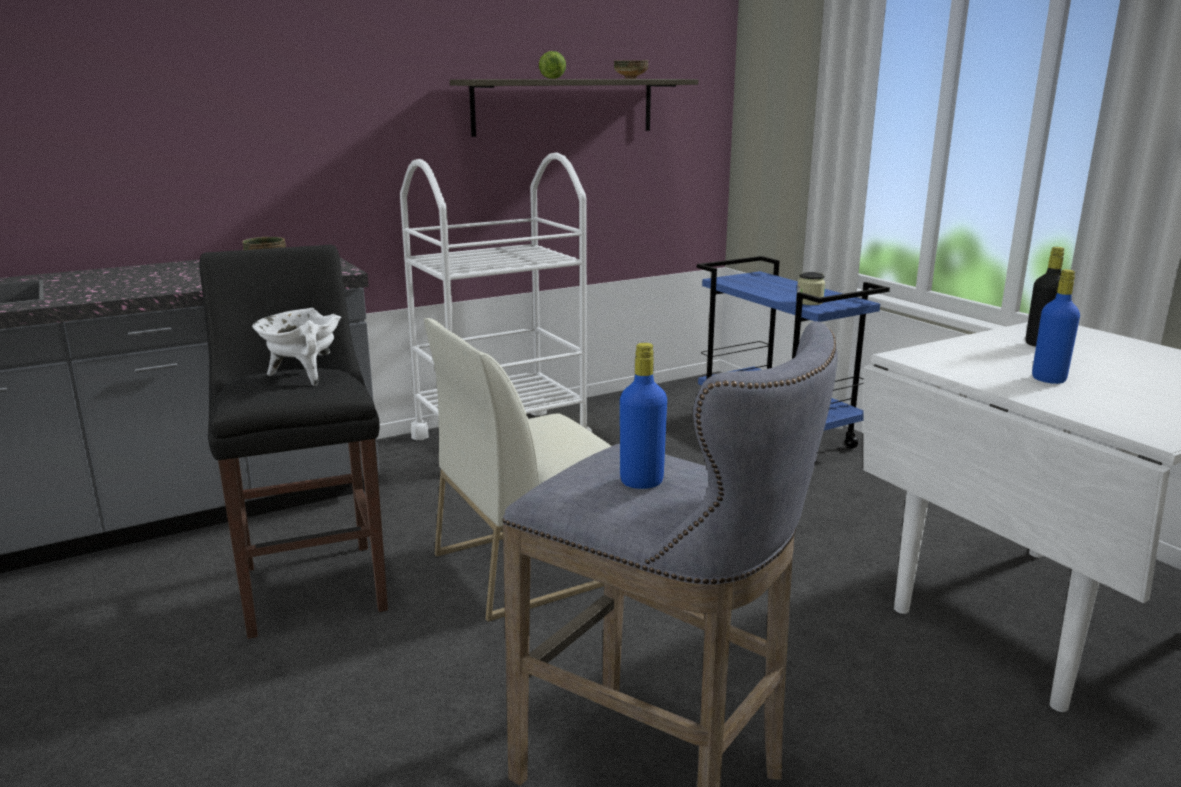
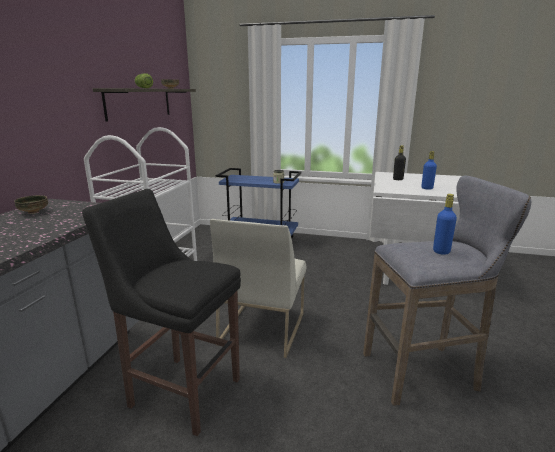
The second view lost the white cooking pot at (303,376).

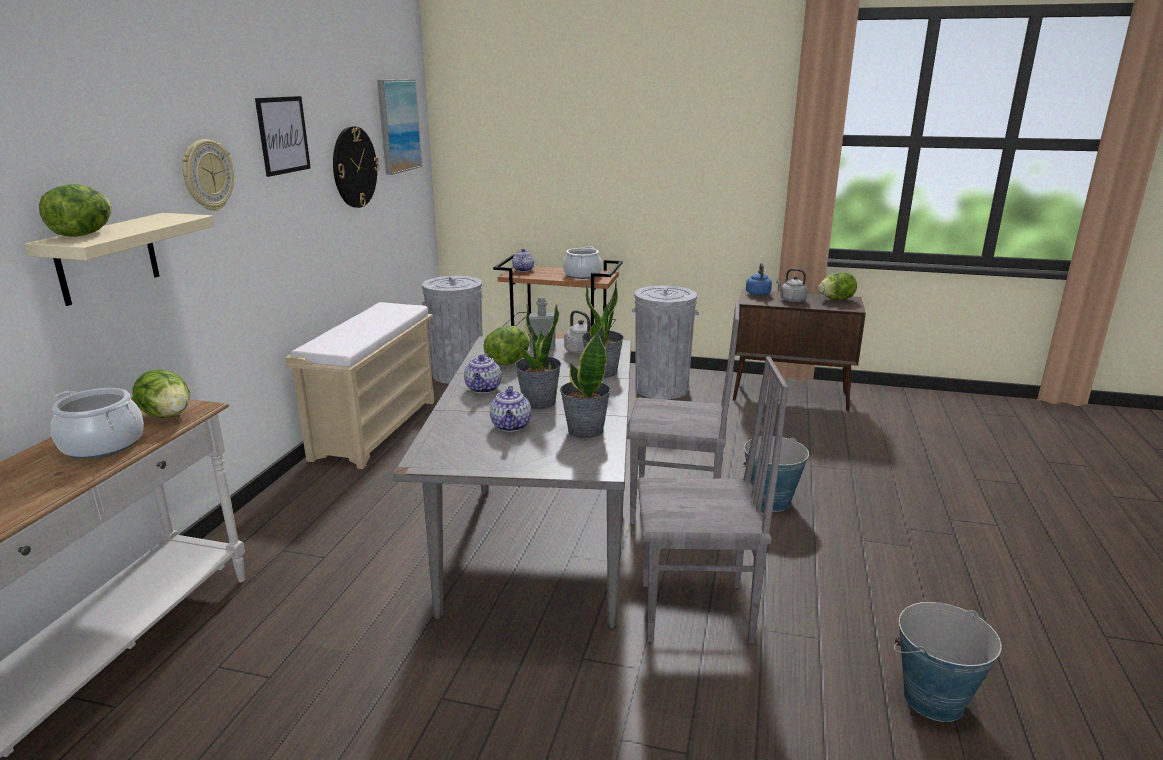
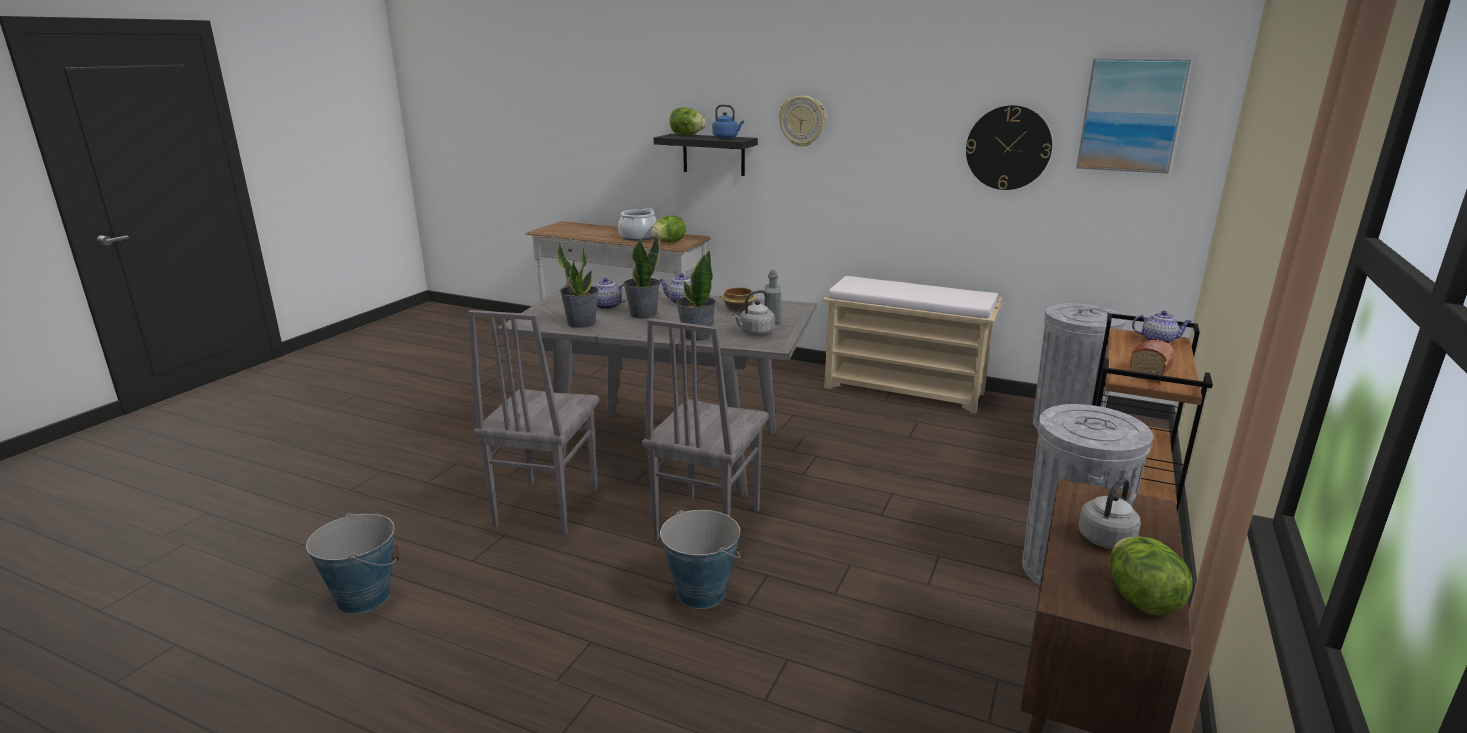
The second view lost the picture at (283,135).
What was the beige shelf at (107,258) turned into the black shelf at (713,154).
Where the cooking pot stood at (582,275), the bread came to stand at (1150,371).
The blue kettle ended up elsewhere, having gone from (758,293) to (726,138).
Where the lettuce stood at (508,362), the bowl came to stand at (738,309).

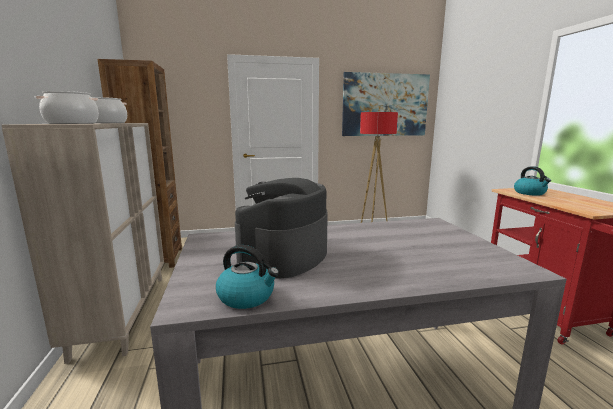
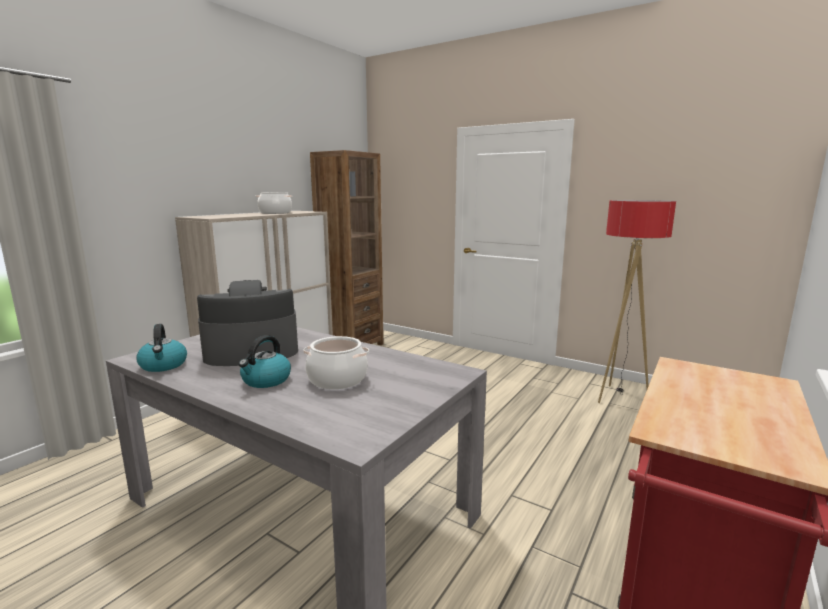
The second view lost the picture at (385,105).
The cooking pot ended up elsewhere, having gone from (72,123) to (337,379).
The kettle ended up elsewhere, having gone from (530,193) to (266,380).

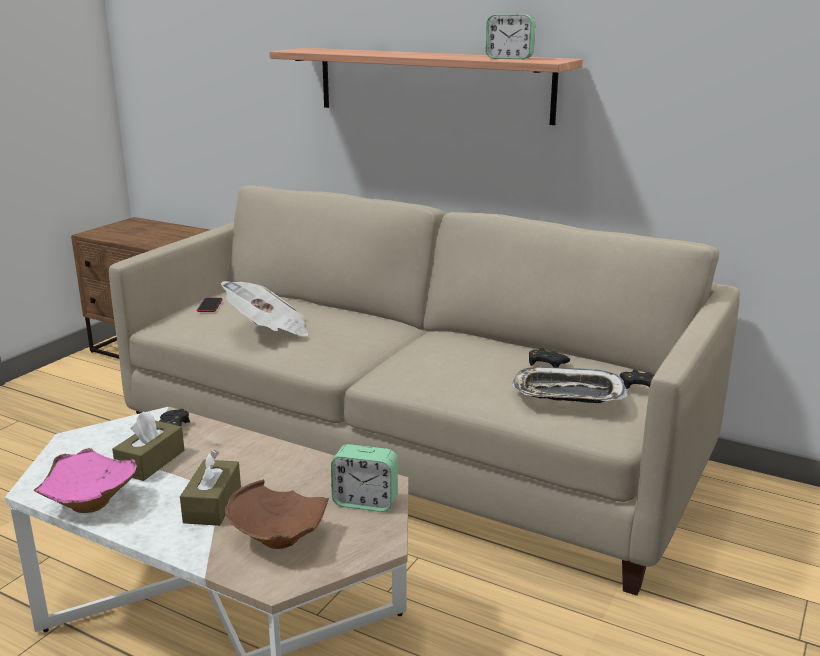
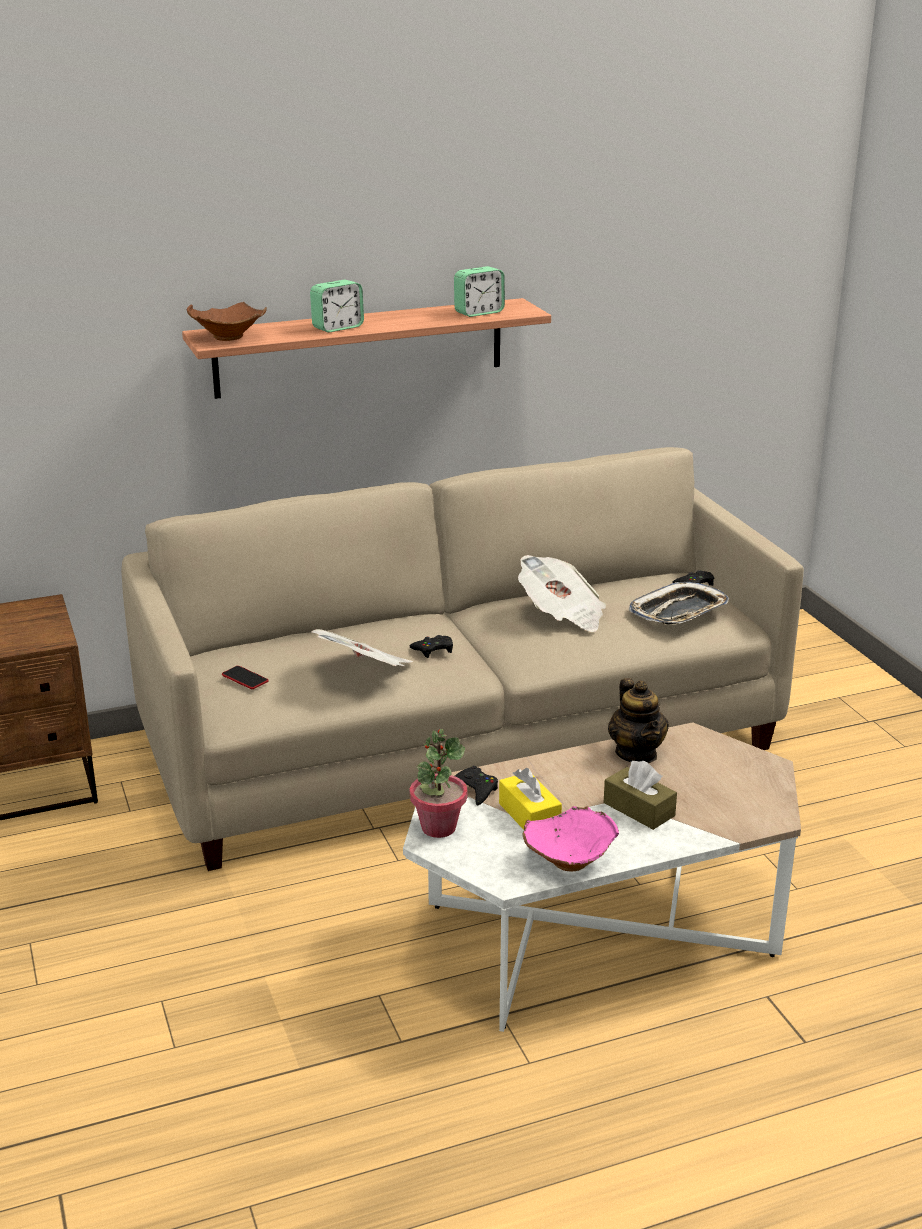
The black game controller ended up elsewhere, having gone from (546,363) to (433,650).
What was the brown tissue box at (151,462) turned into the yellow tissue box at (529,815).
The alarm clock ended up elsewhere, having gone from (365,502) to (337,328).
The brown bowl ended up elsewhere, having gone from (277,540) to (228,338).
The second view gained the newspaper at (562,615).
The second view gained the teapot at (636,753).
The second view gained the potted plant at (438,827).

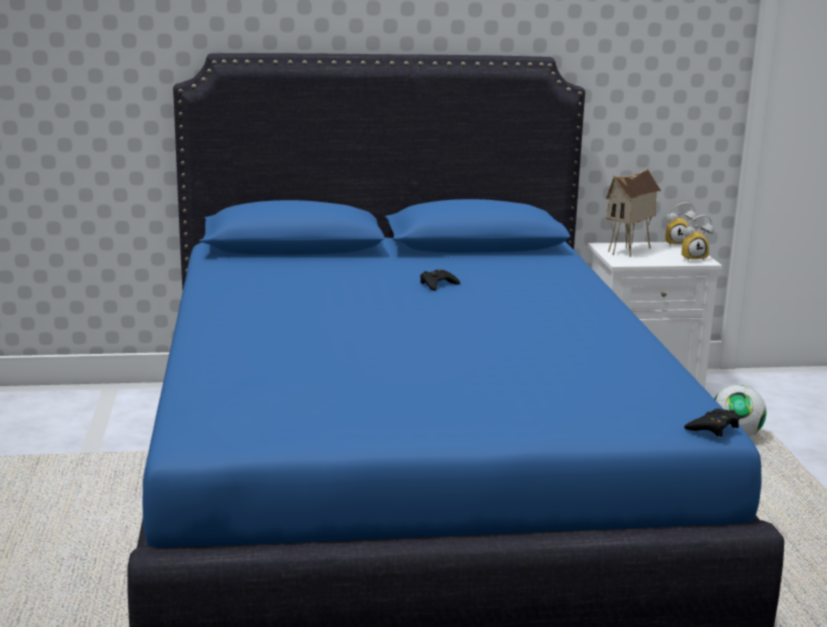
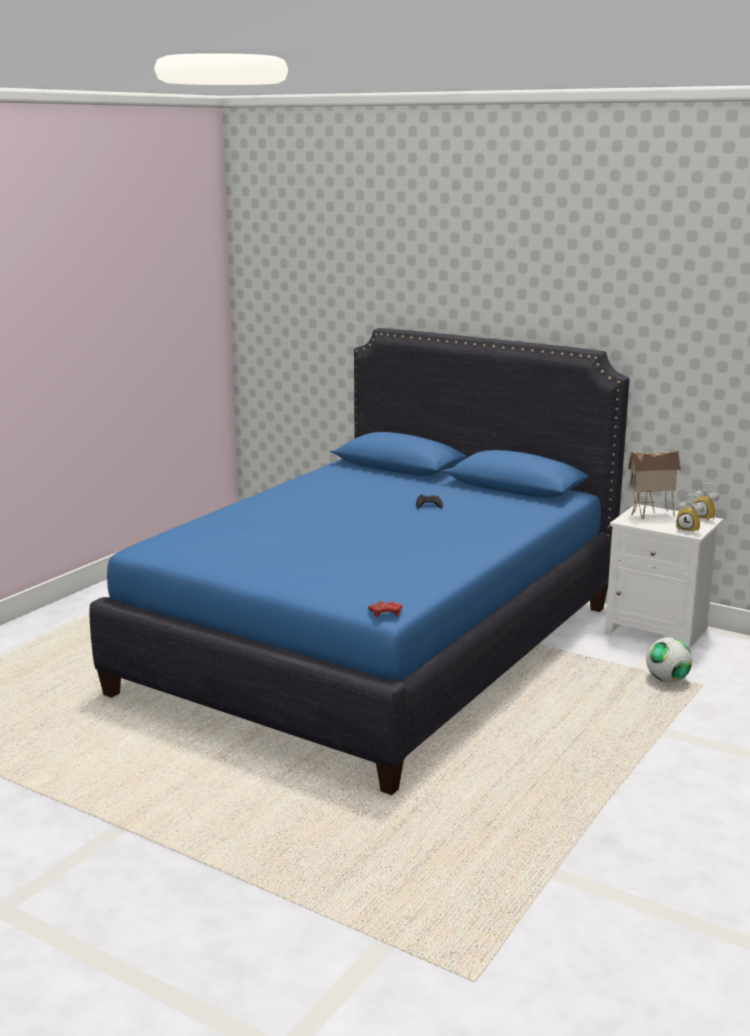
What was the black game controller at (713,428) turned into the red game controller at (385,613).

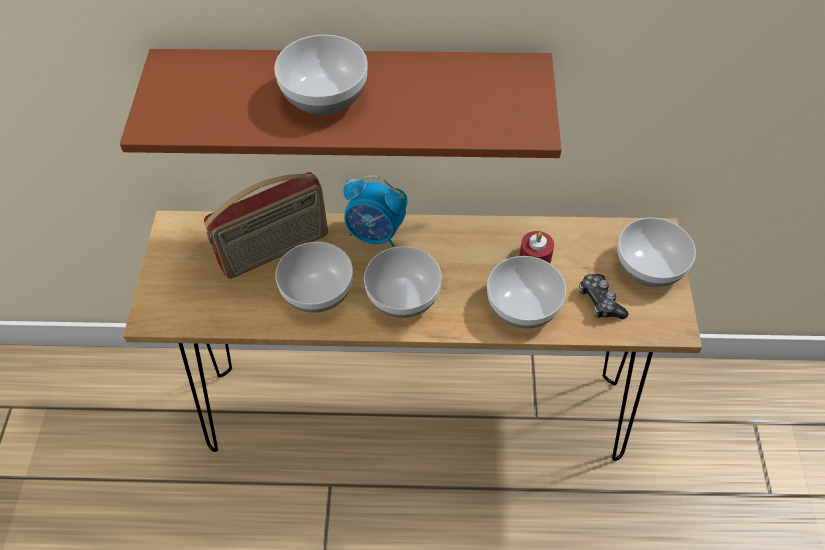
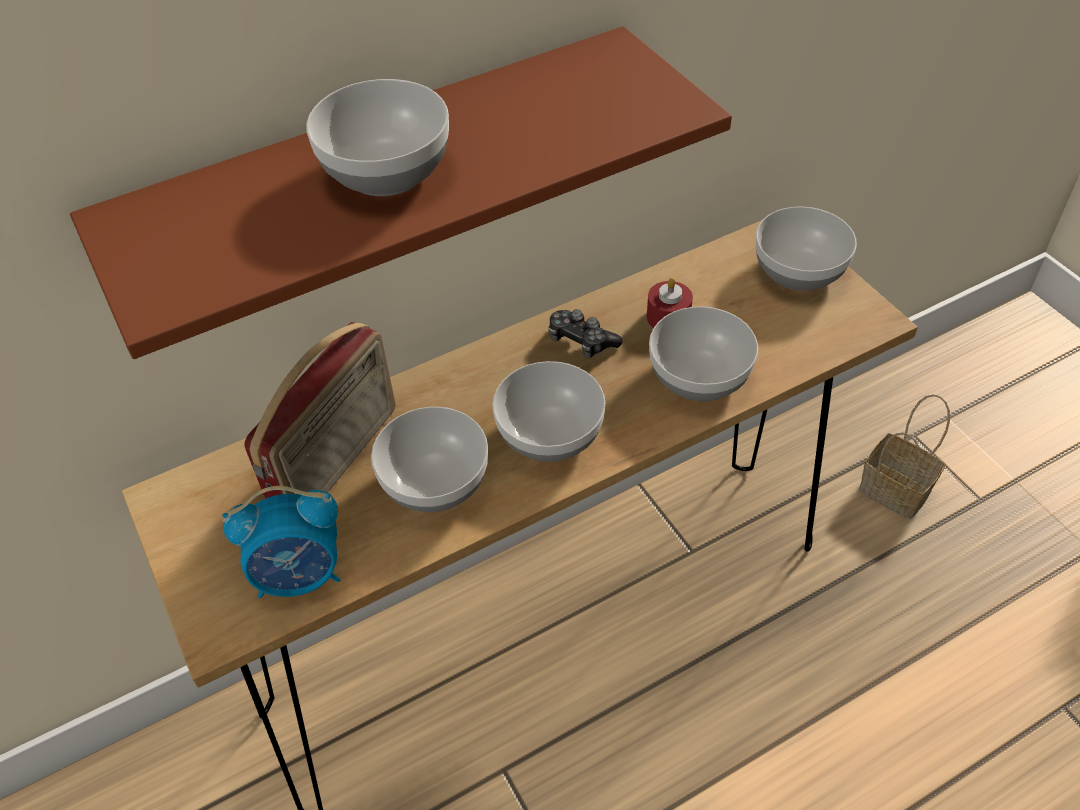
The alarm clock ended up elsewhere, having gone from (376,234) to (300,575).
The game controller ended up elsewhere, having gone from (600,301) to (581,341).
The second view gained the basket at (897,491).

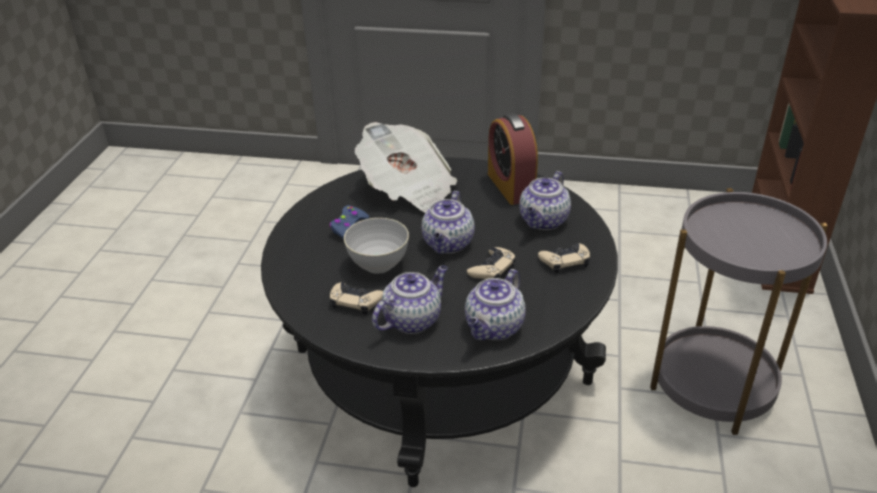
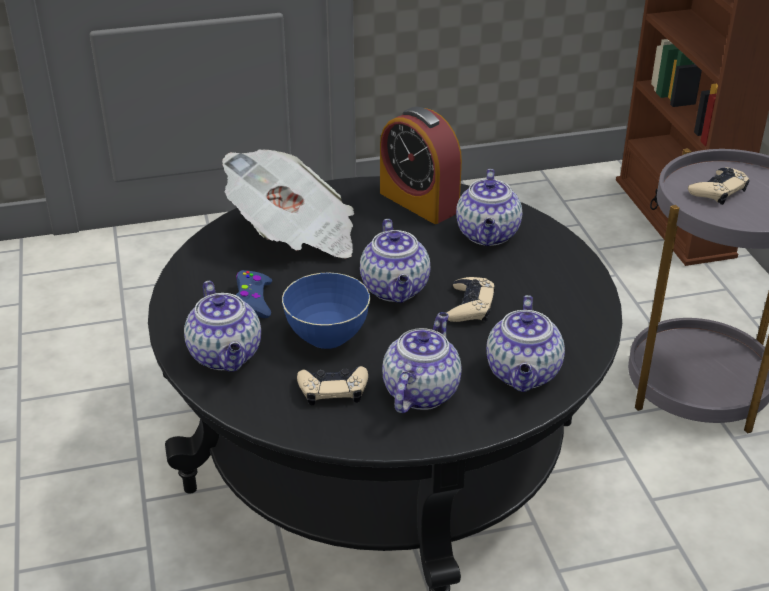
What was the grey bowl at (378,264) turned into the blue bowl at (327,336).
The beige game controller ended up elsewhere, having gone from (565,261) to (718,191).
The second view gained the teapot at (226,356).

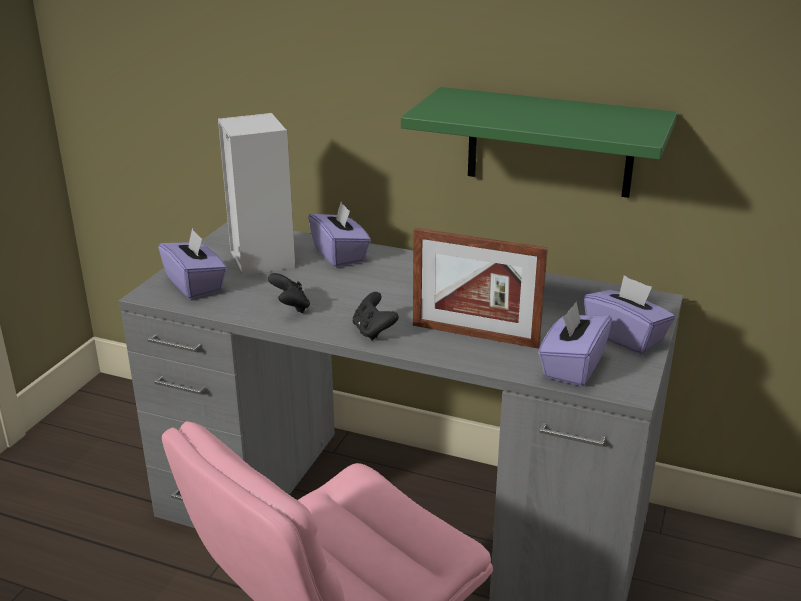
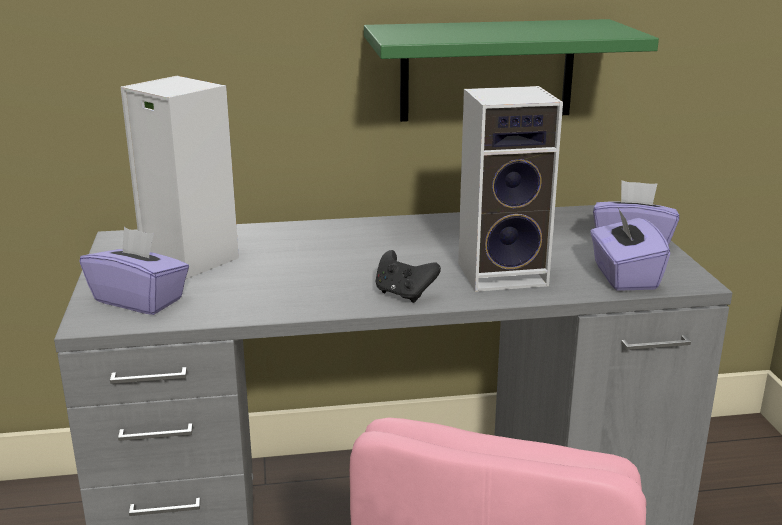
The second view lost the purple tissue box at (340,254).
Where the picture frame stood at (475,335), the speaker came to stand at (505,273).
The second view lost the black game controller at (291,307).

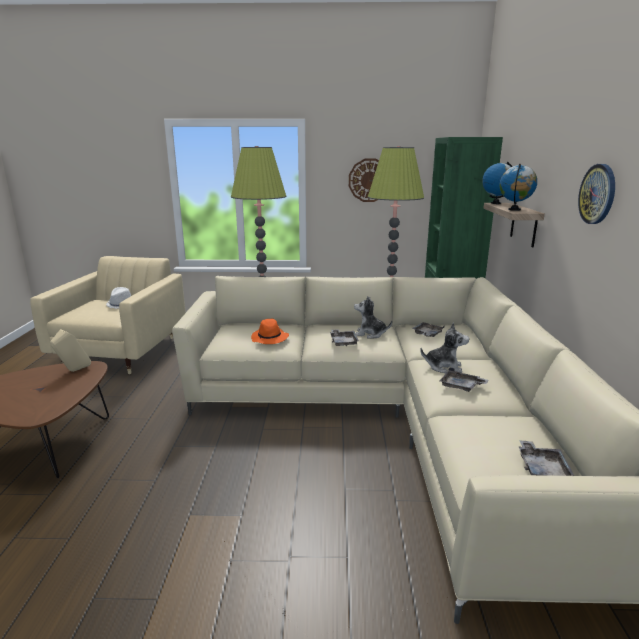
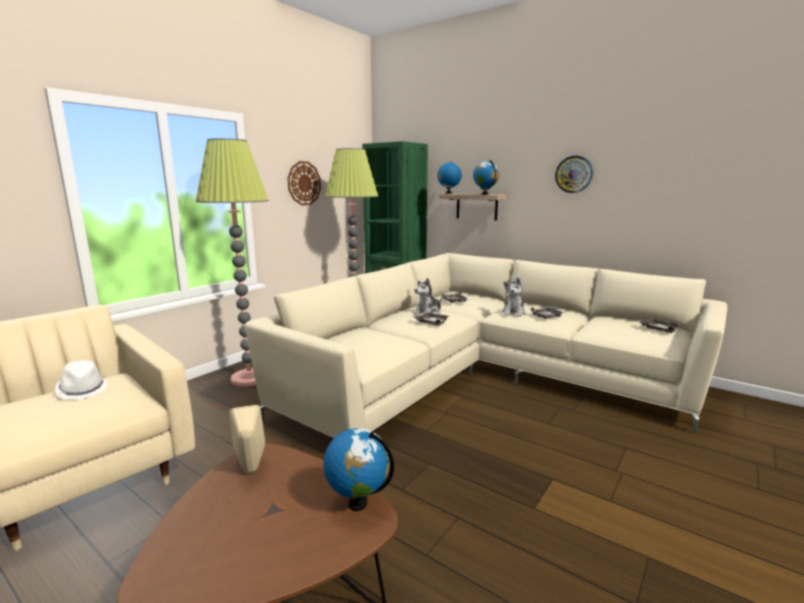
The second view lost the orange hat at (270,338).
The plush toy at (444,367) ended up facing another way, 150 degrees clockwise from before.
The second view gained the globe at (358,503).

